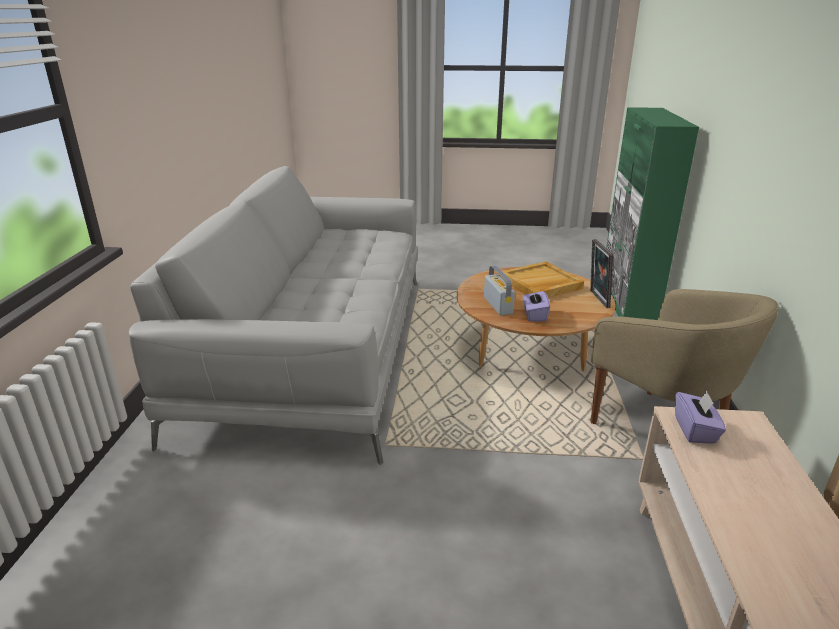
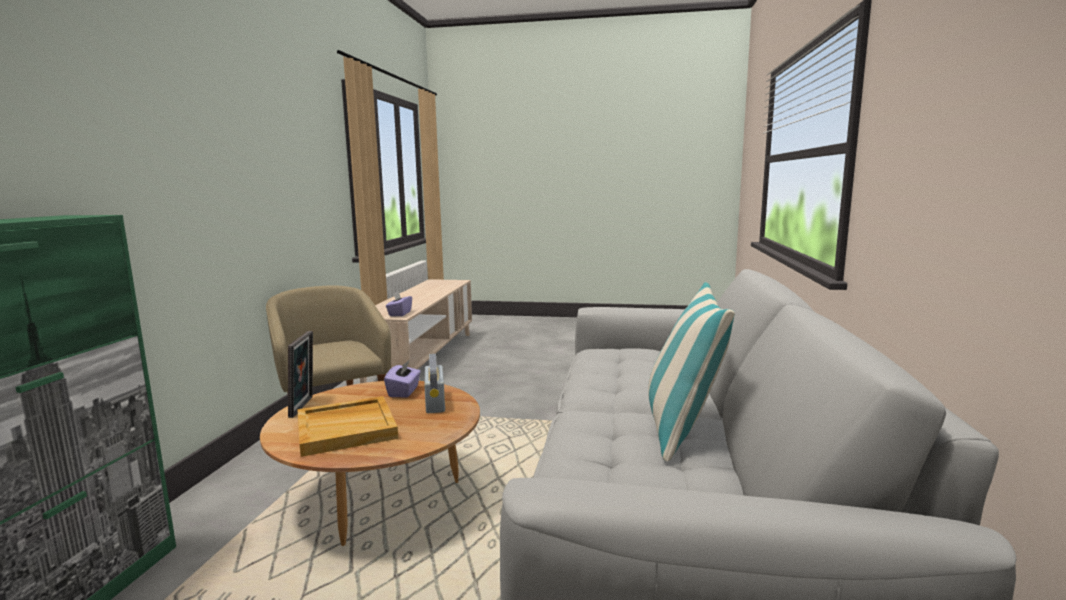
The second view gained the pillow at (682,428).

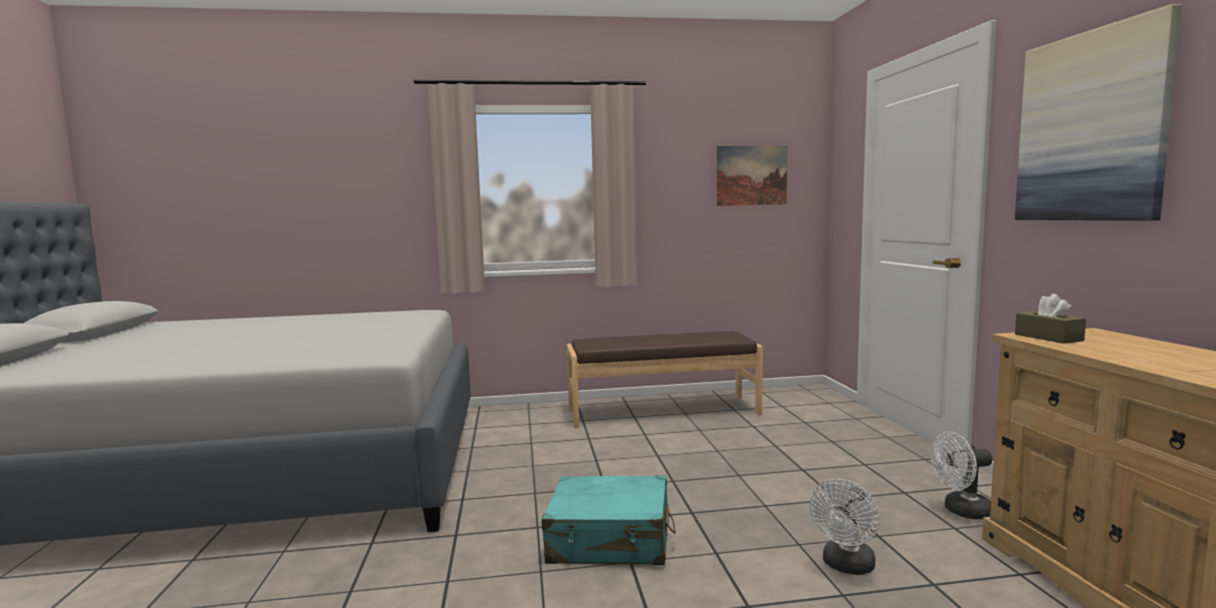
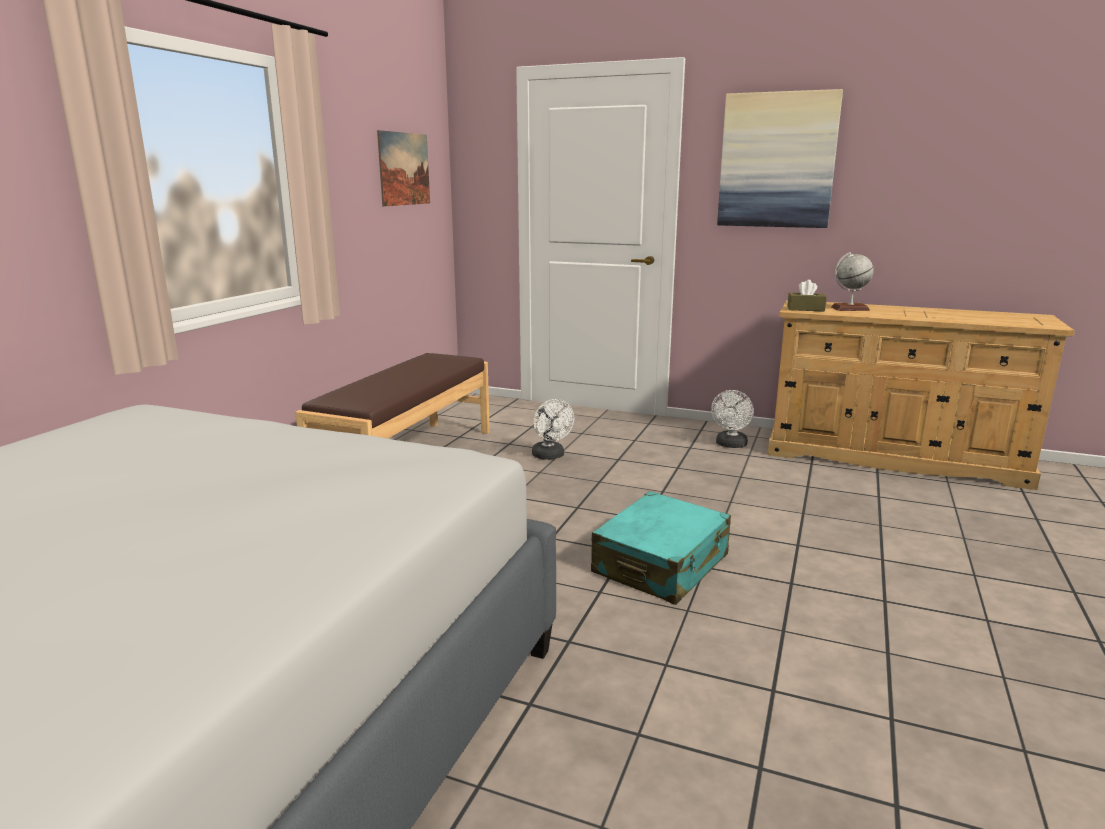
The white fan ended up elsewhere, having gone from (846,566) to (550,456).
The second view gained the globe at (850,309).

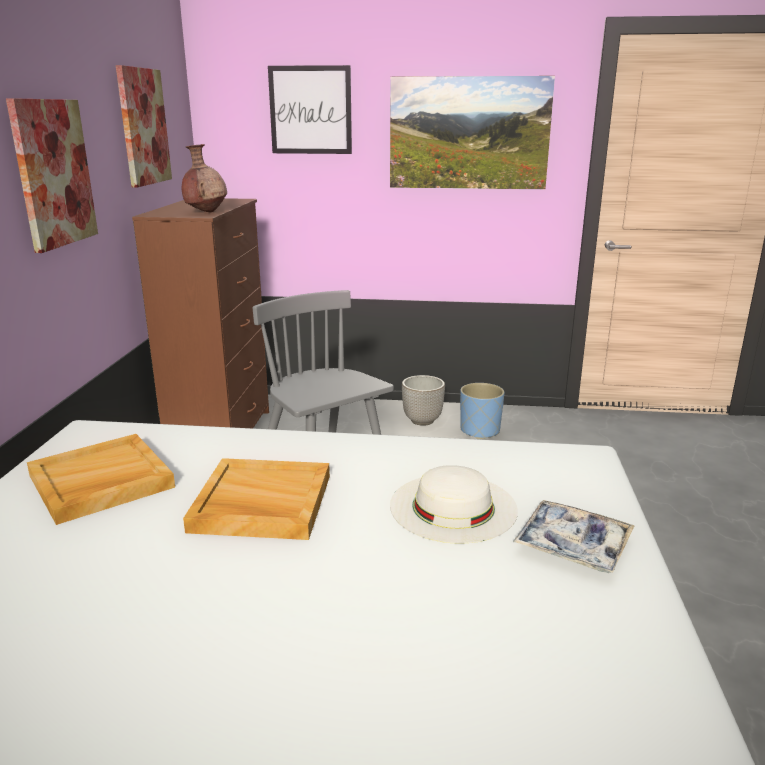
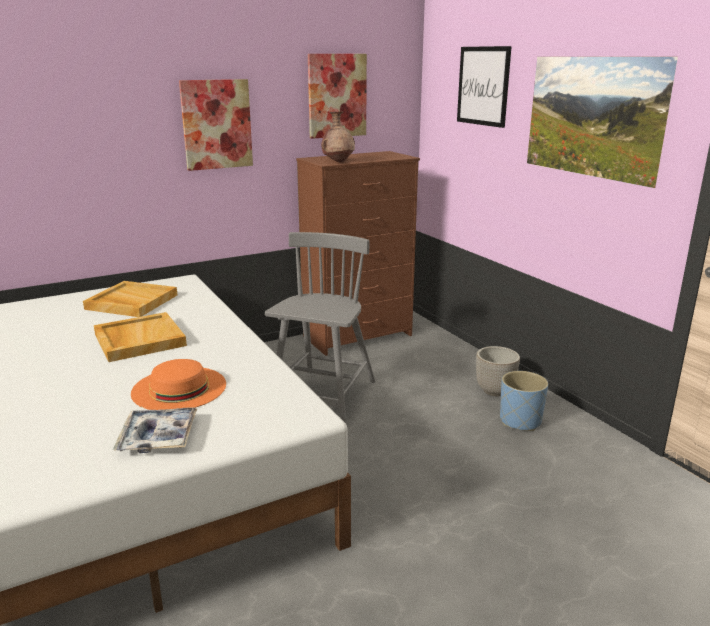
What was the white hat at (453,506) turned into the orange hat at (179,388).

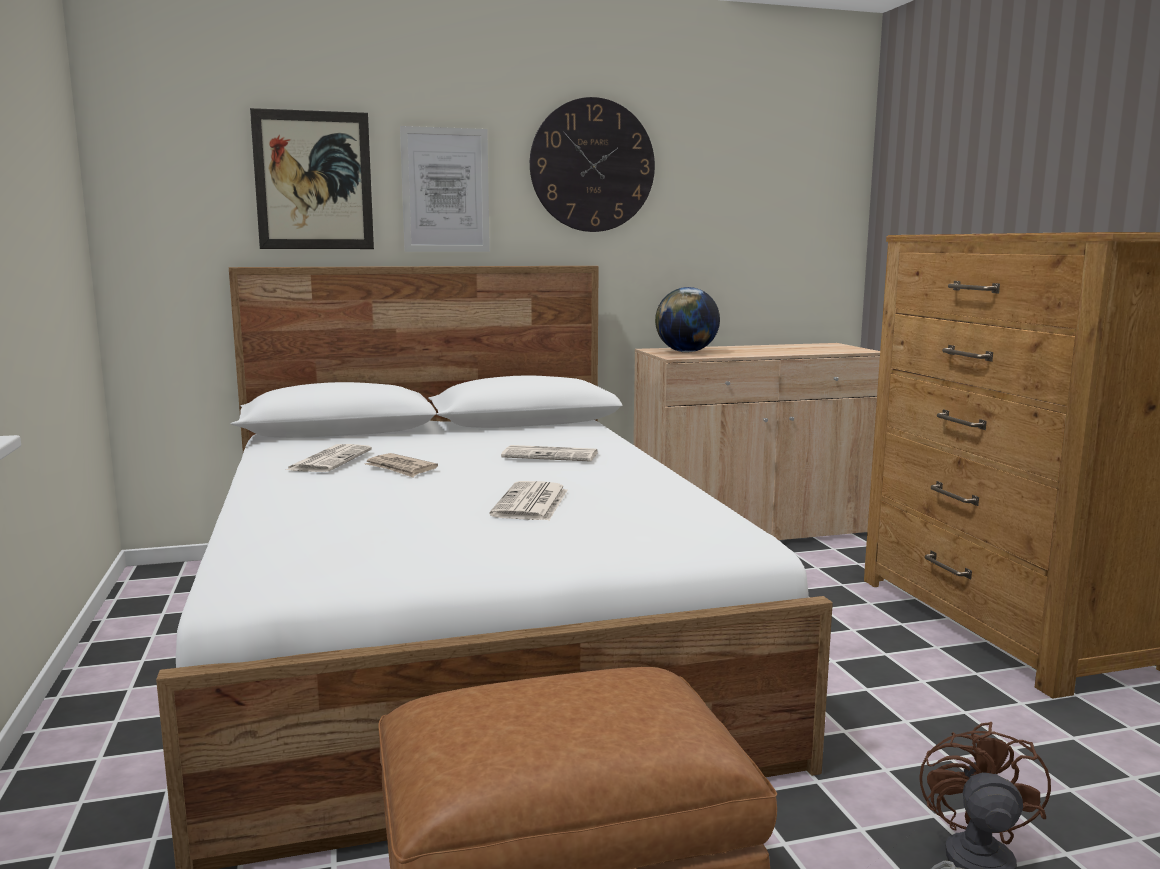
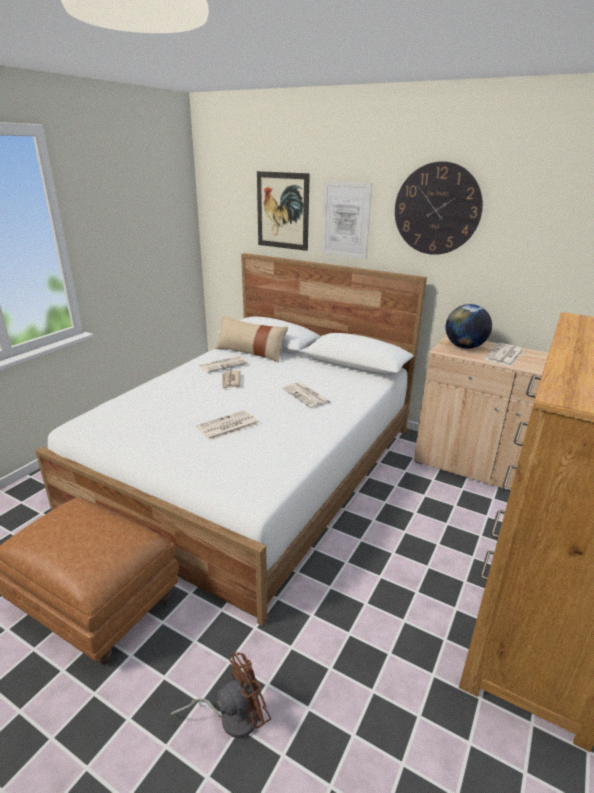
The second view gained the beige pillow at (250,352).
The second view gained the newspaper at (504,356).

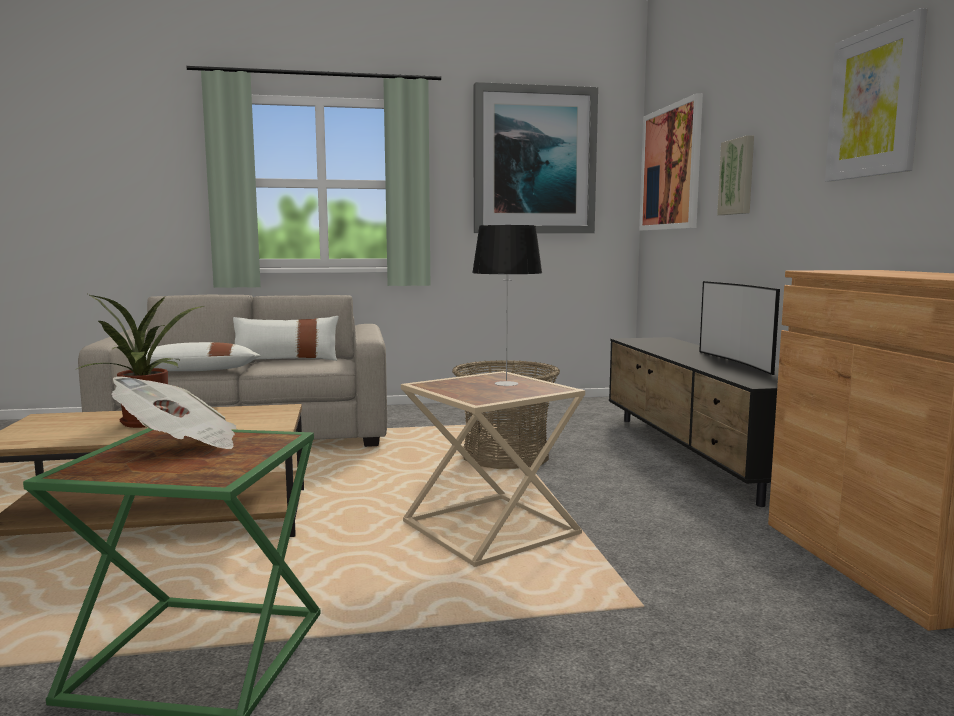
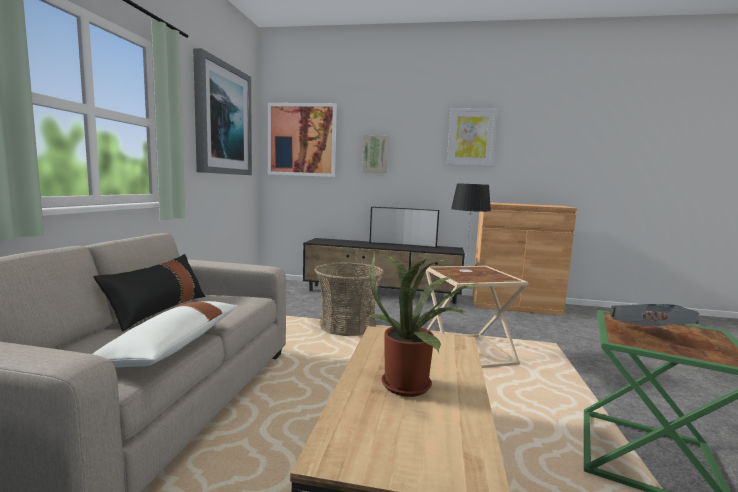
What was the white pillow at (286,359) turned into the black pillow at (158,310).

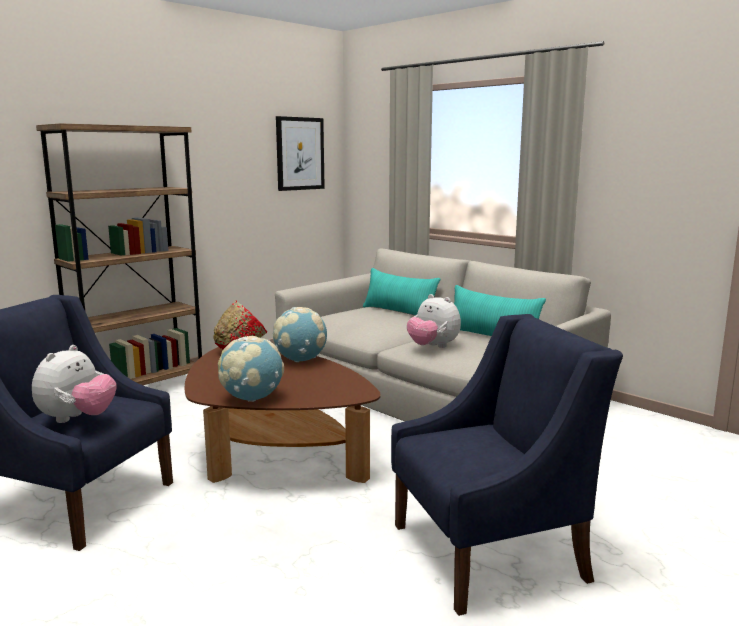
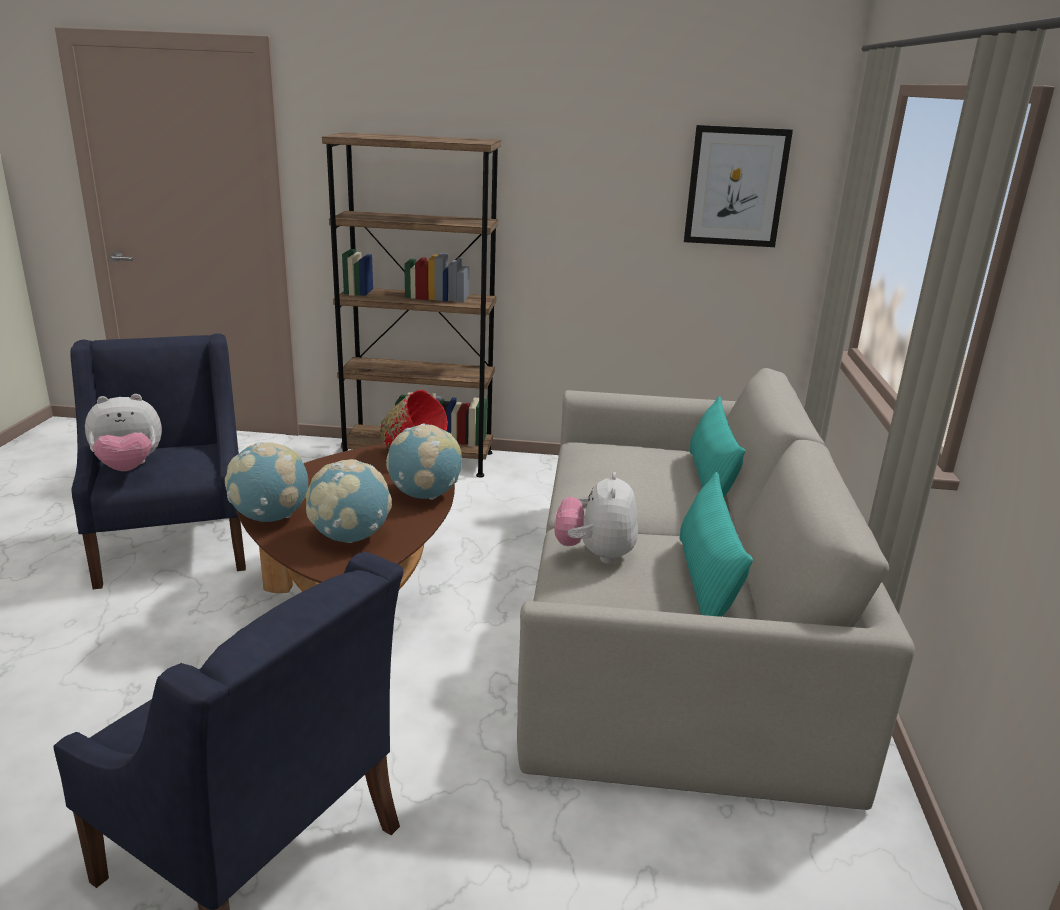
The second view gained the globe at (350,537).

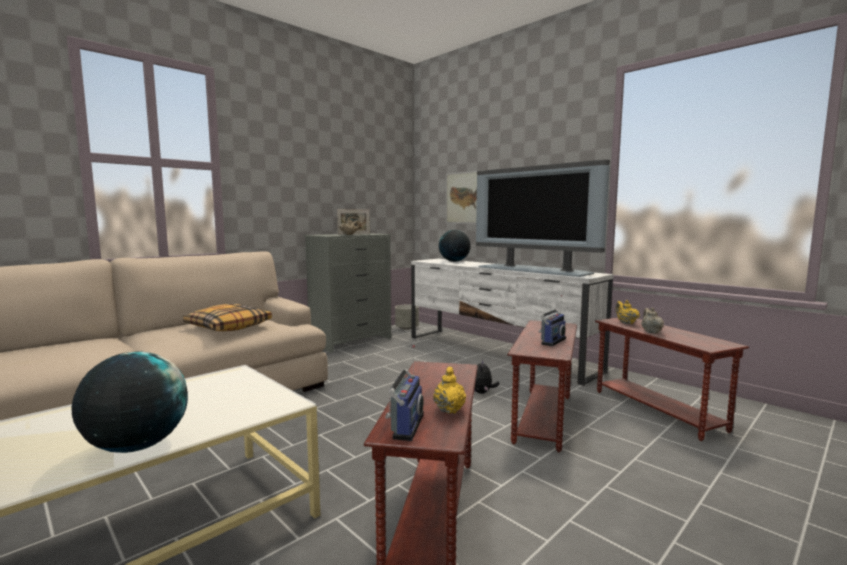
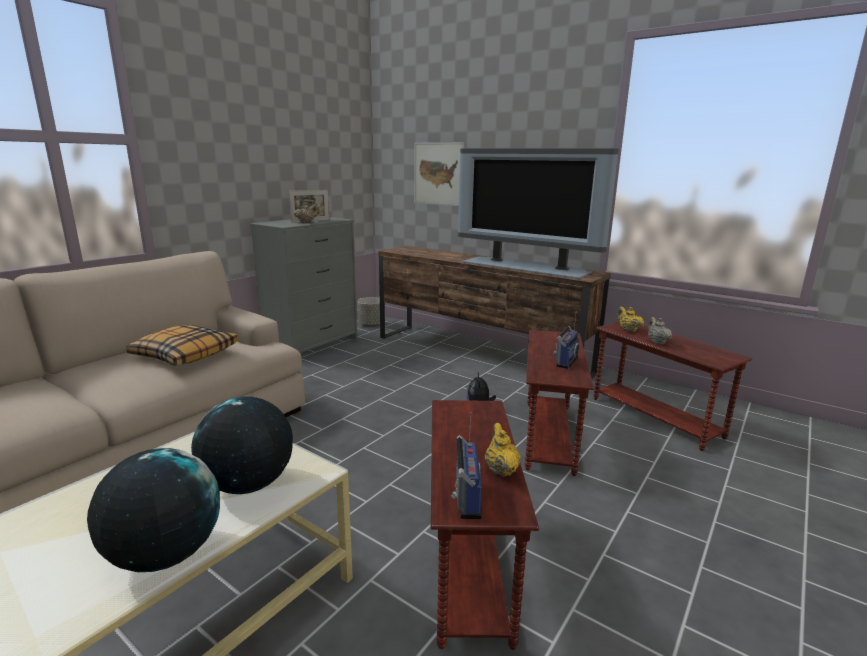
The globe ended up elsewhere, having gone from (454,261) to (248,485).
What was the white tv stand at (497,353) turned into the brown tv stand at (480,354).

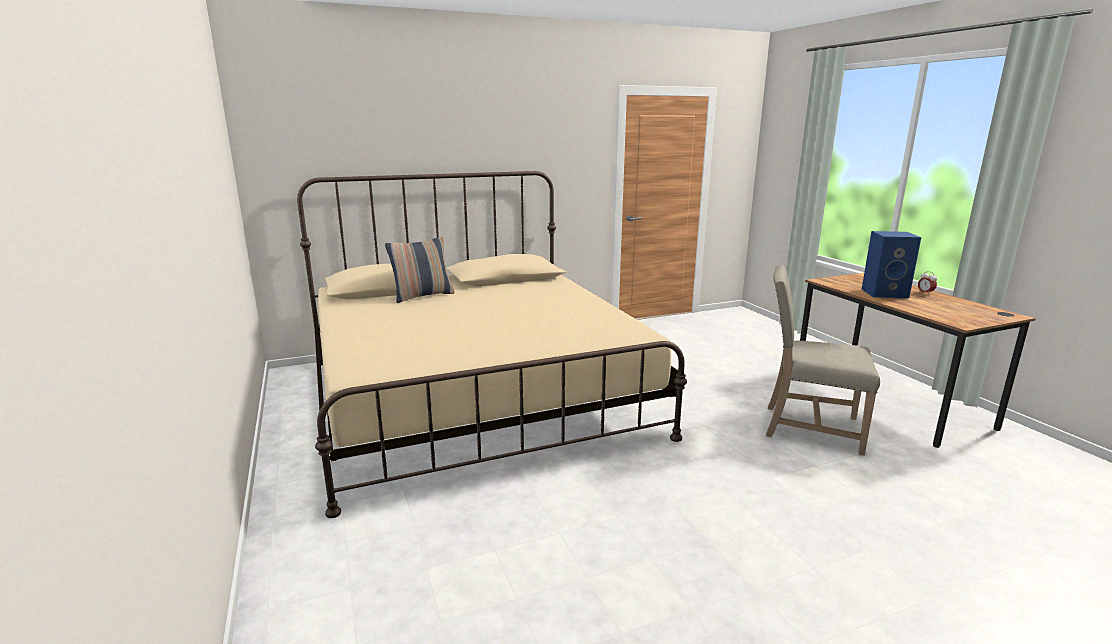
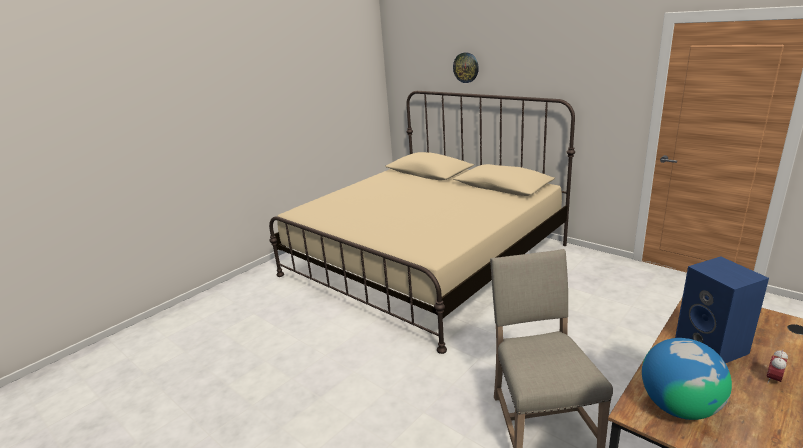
The second view lost the pillow at (422,296).
The second view gained the wall clock at (466,67).
The second view gained the globe at (678,406).

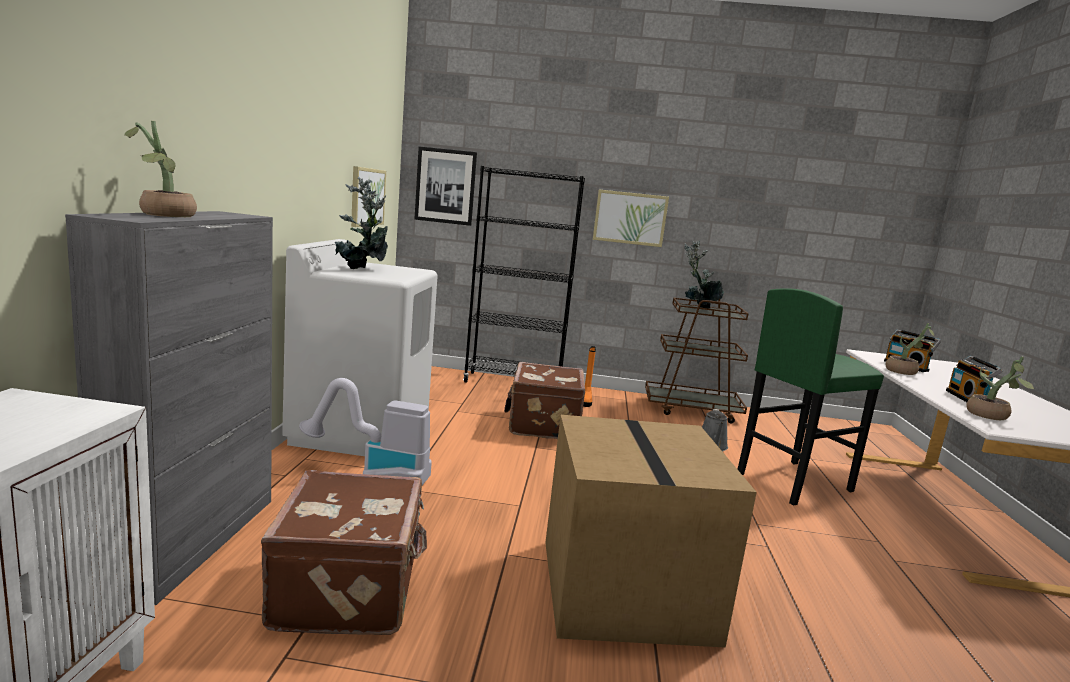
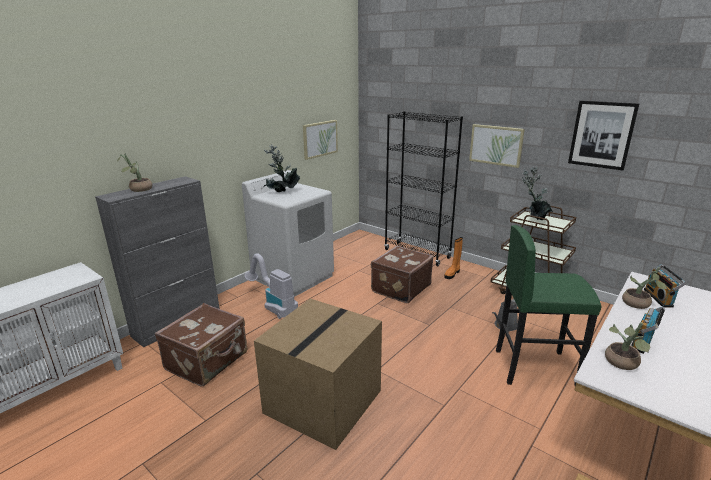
The picture ended up elsewhere, having gone from (445,186) to (601,134).

